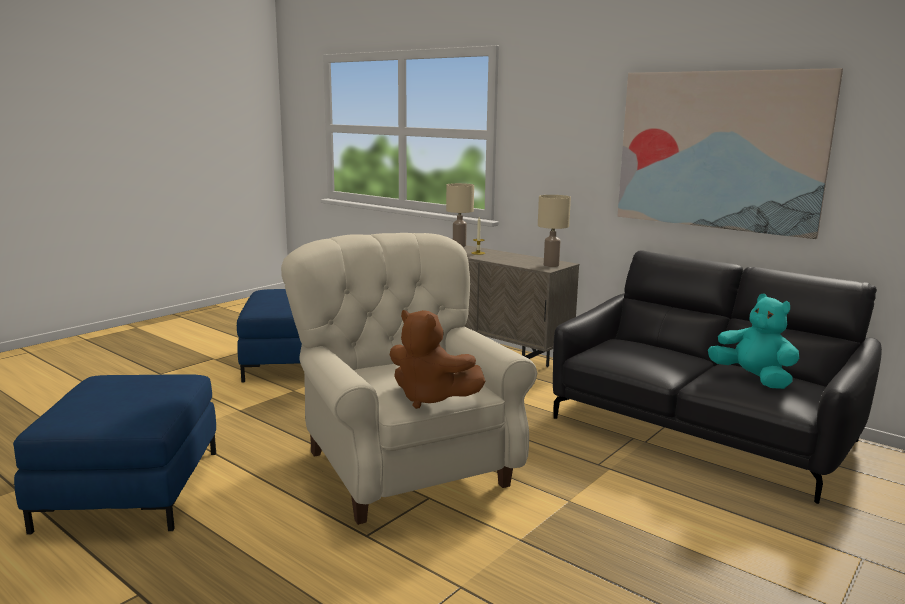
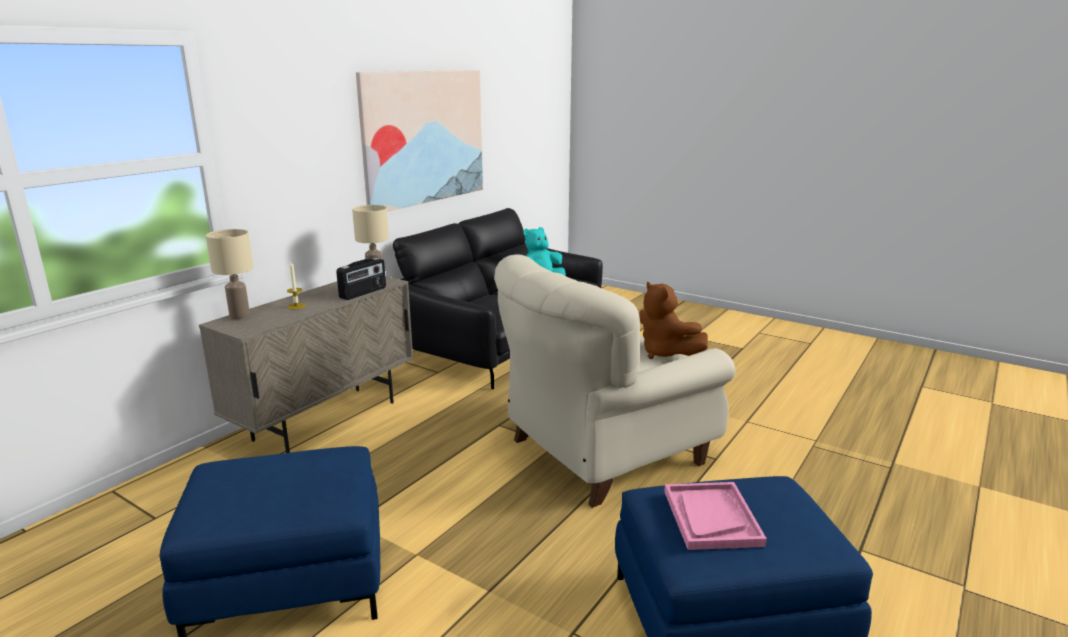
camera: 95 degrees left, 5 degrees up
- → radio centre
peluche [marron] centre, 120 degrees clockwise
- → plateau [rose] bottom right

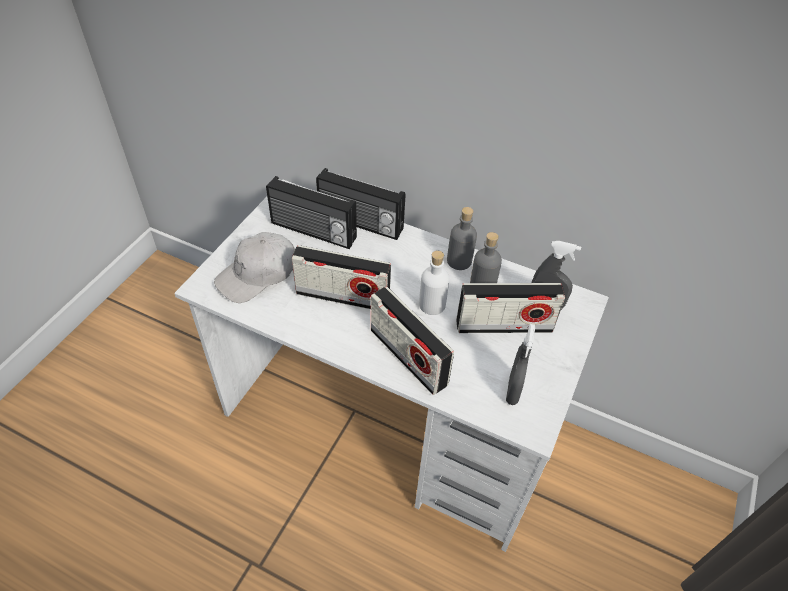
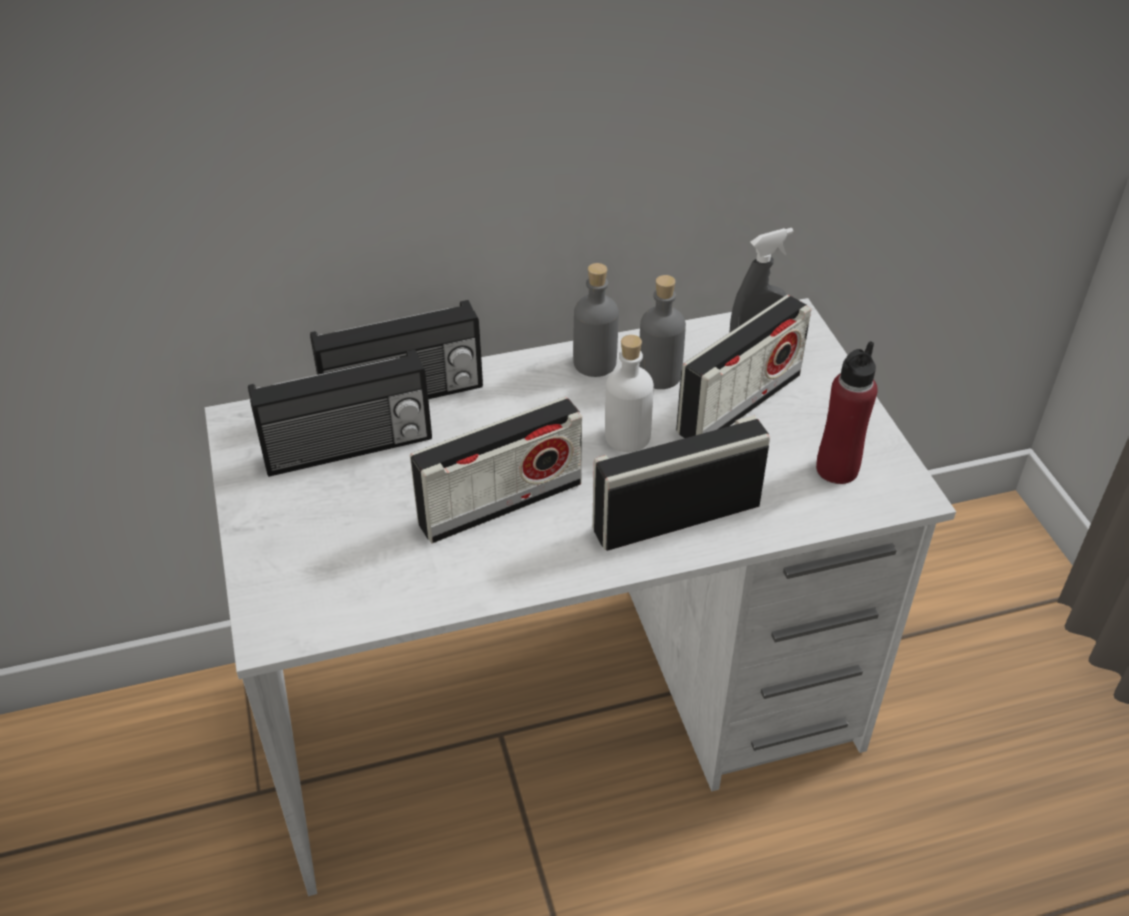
camera: 40 degrees left, 5 degrees down
radio (no. 4 from left) centre, 150 degrees clockwise
vaporisateur [gris] (no. 1 from left) centre → bouteille [rouge] middle right
casquette [blanc] middle left → -

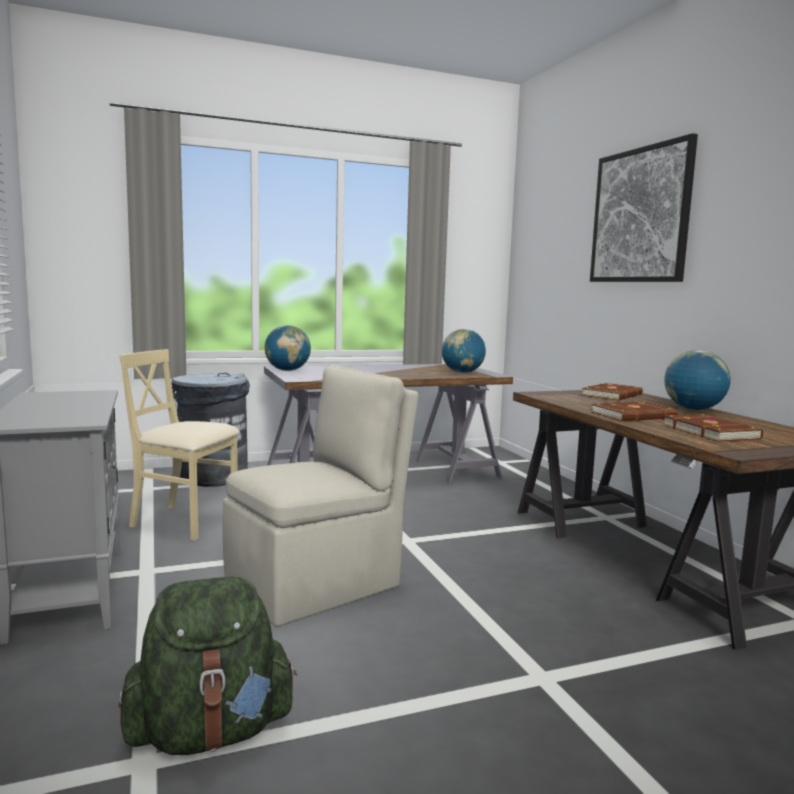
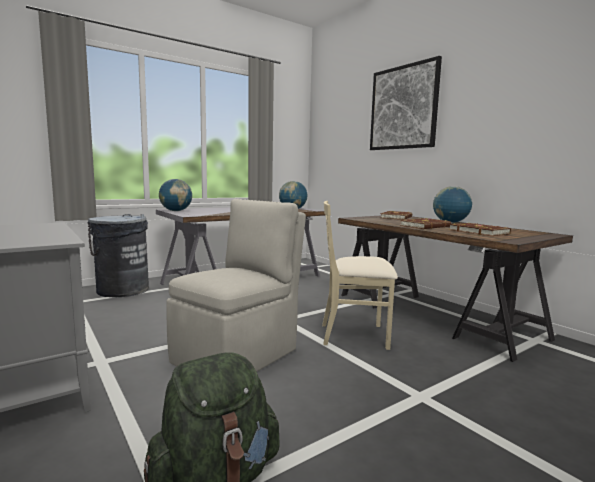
camera: 15 degrees left, 0 degrees up
chaise [beige] (no. 1 from left in the first image) middle left → chaise [beige] (no. 2 from left) centre, shifted

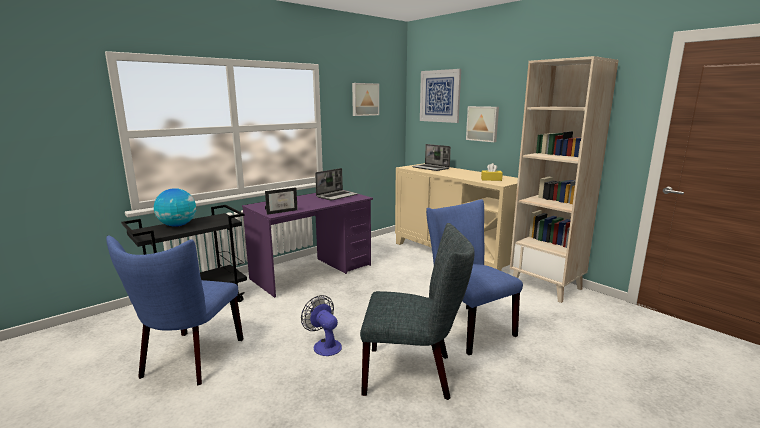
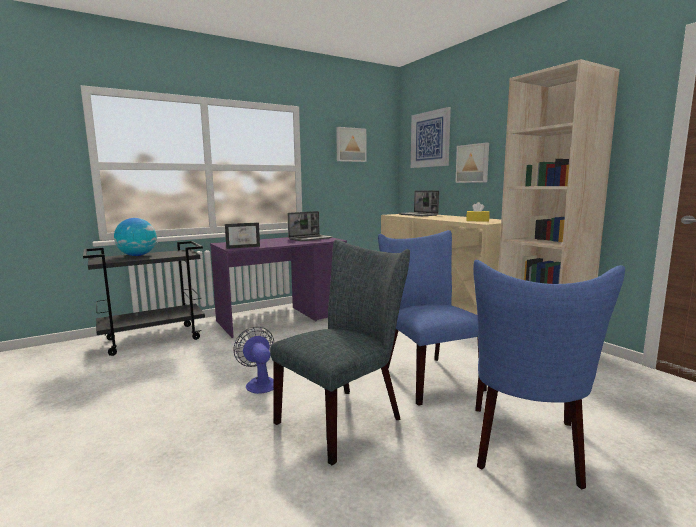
camera: 10 degrees right, 5 degrees down
chaise [gris] bottom centre, 60 degrees counterclockwise
chaise [bleu] (no. 1 from left in the first image) bottom left → chaise [bleu] (no. 2 from left) bottom right, shifted

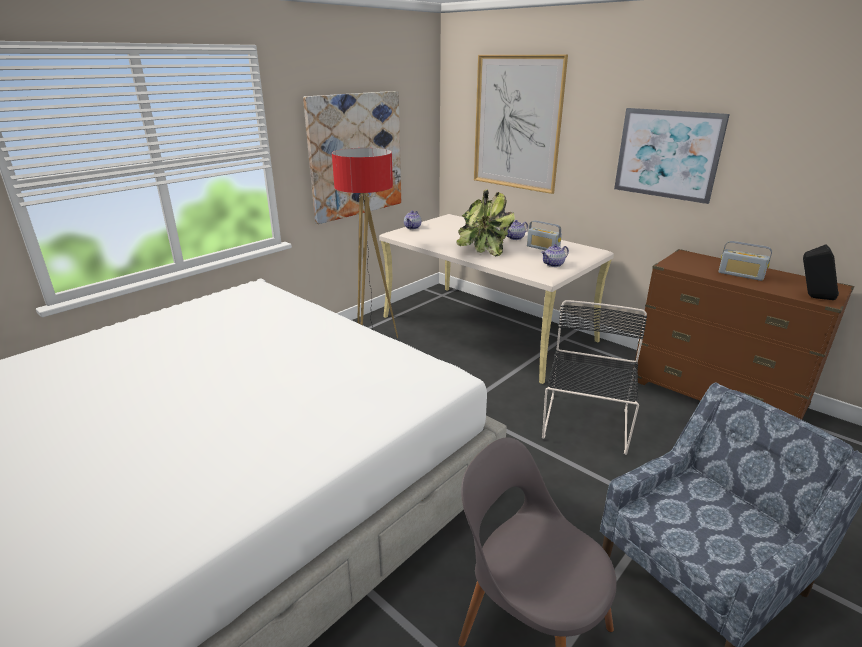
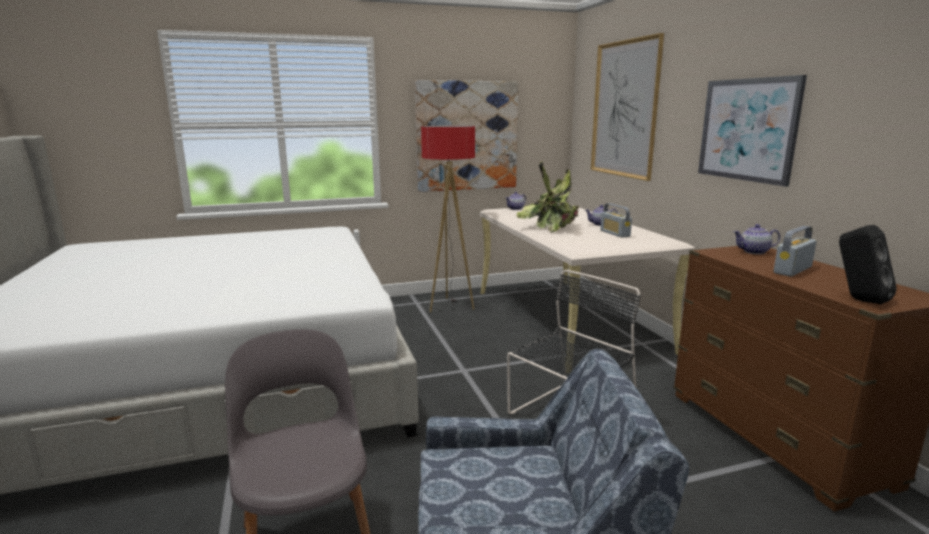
camera: 30 degrees right, 10 degrees down
théière (no. 3 from left) centre → théière (no. 3 from left) middle right, shifted
radio (no. 2 from left) middle right, 75 degrees clockwise

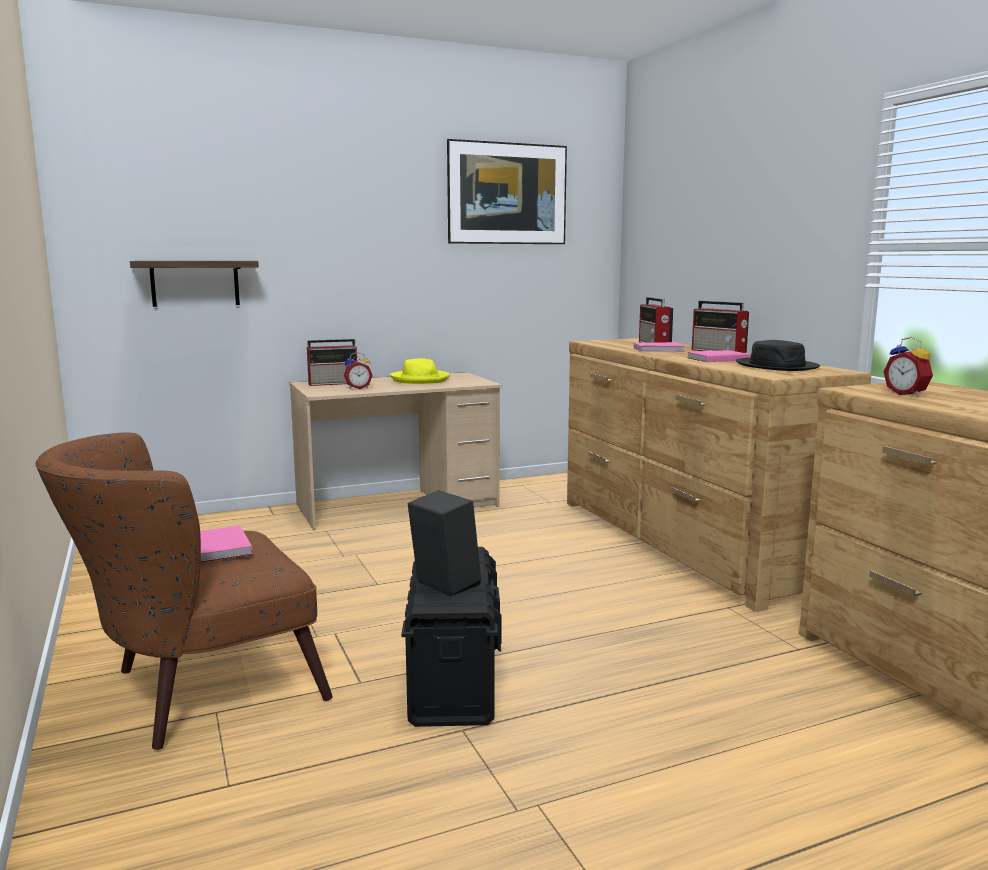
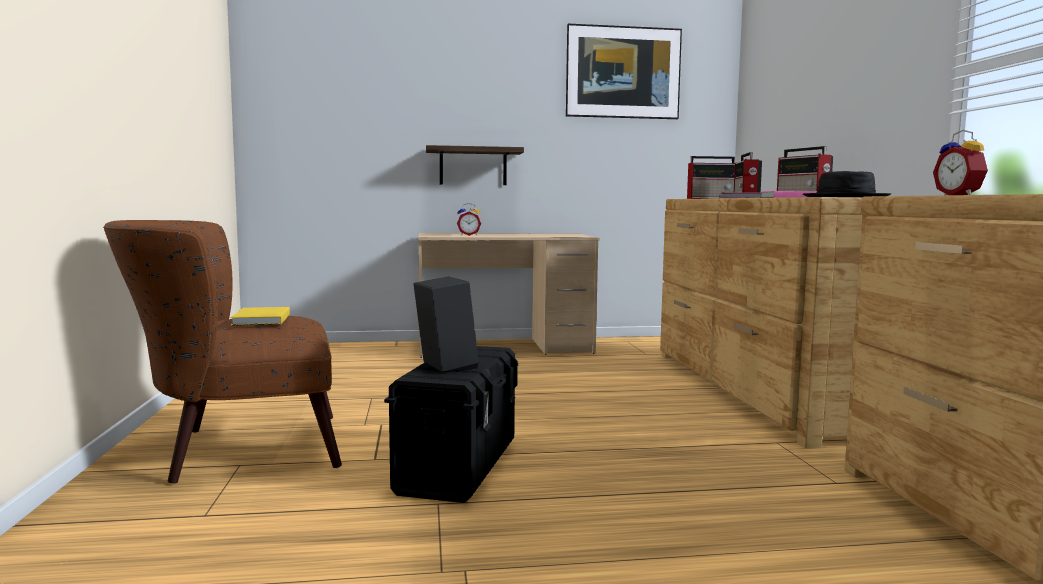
camera: 15 degrees right, 5 degrees down
livre [rose] (no. 1 from left) middle left → livre [jaune] middle left
étagère top left → étagère top centre, shifted
radio (no. 1 from left) centre → radio (no. 1 from left) top right, shifted
chapeau [jaune] centre → -

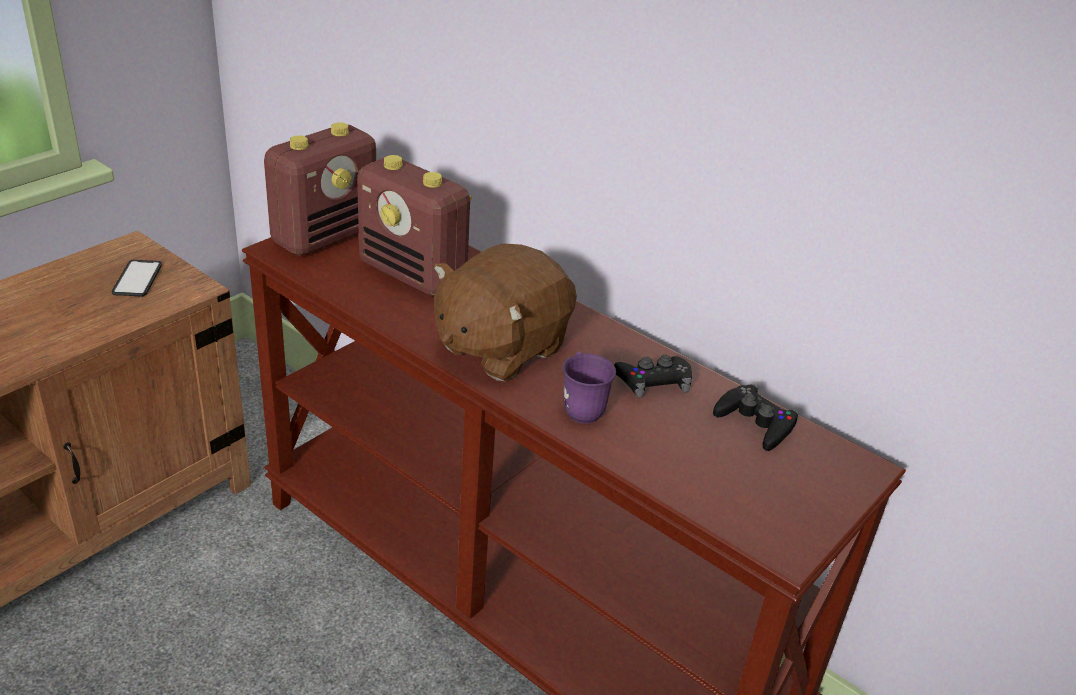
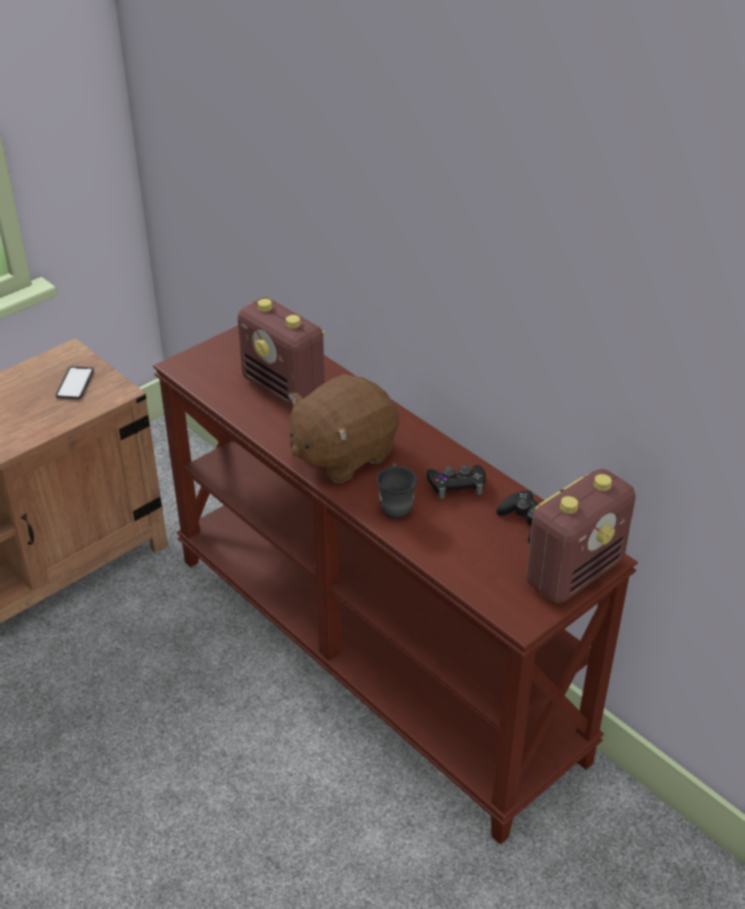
camera: 10 degrees right, 5 degrees up
mug [violet] centre → mug [gris] centre
radio (no. 1 from left in the first image) top left → radio (no. 2 from left) middle right, shifted

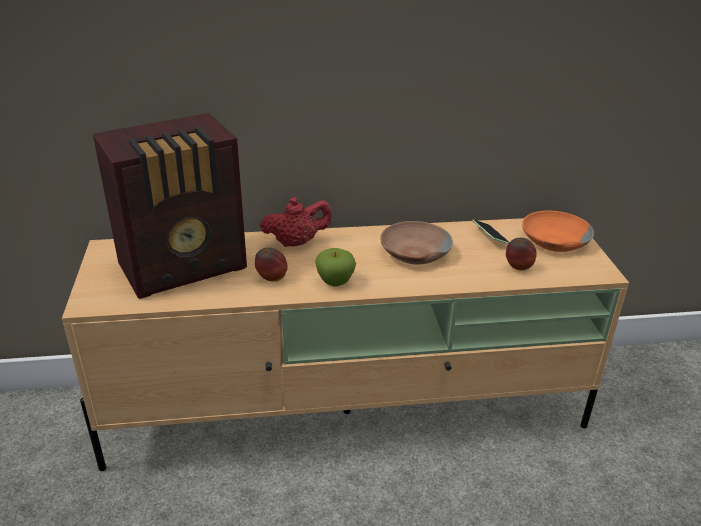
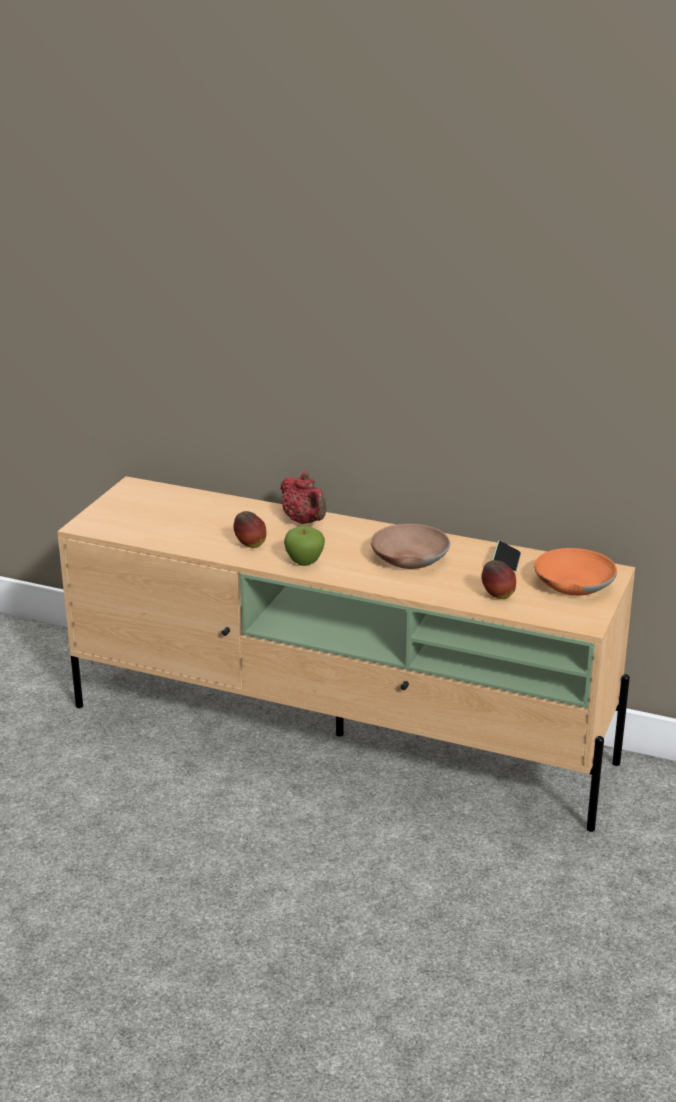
camera: 30 degrees right, 5 degrees down
théière [rouge] centre, 45 degrees clockwise
radio middle left → -

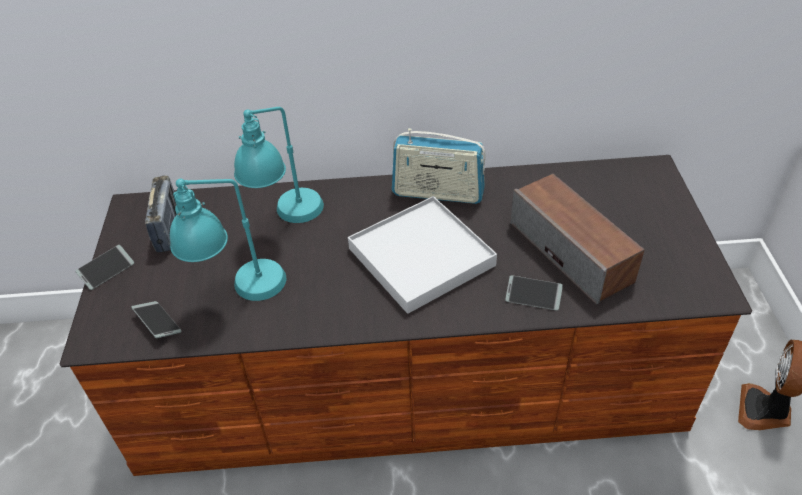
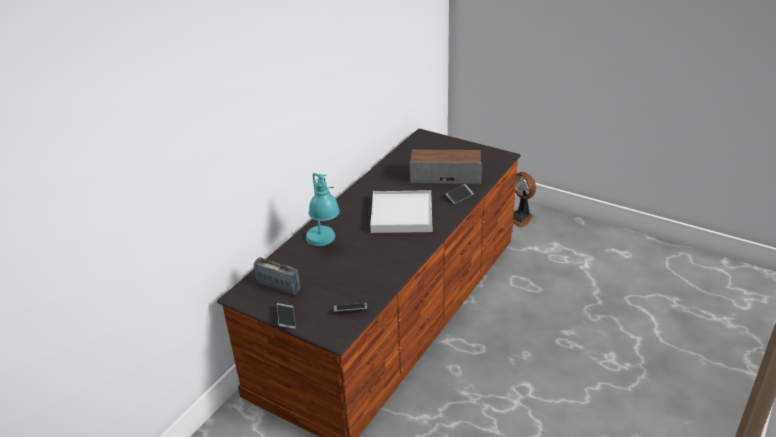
camera: 55 degrees left, 10 degrees down
lampe de table [turquoise] (no. 1 from left) middle left → -
radio (no. 2 from left) centre → -

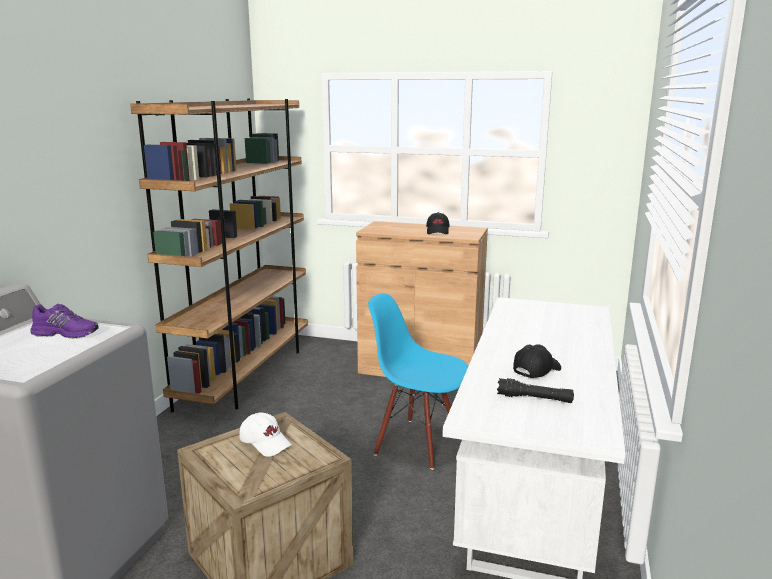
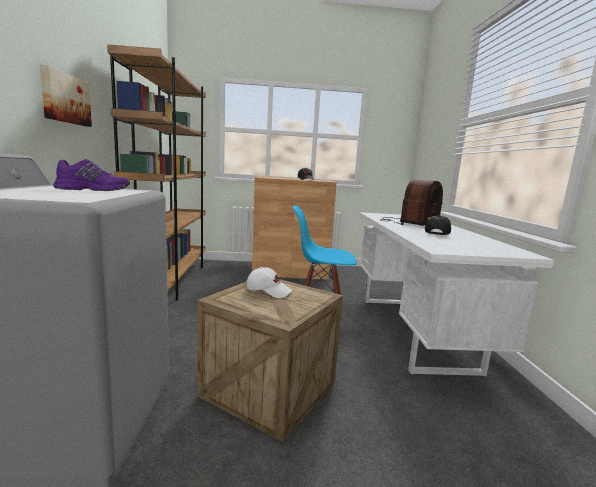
camera: 20 degrees left, 5 degrees down
- → tableau top left
- → radio middle right
lampe de poche [noir] bottom right → -

